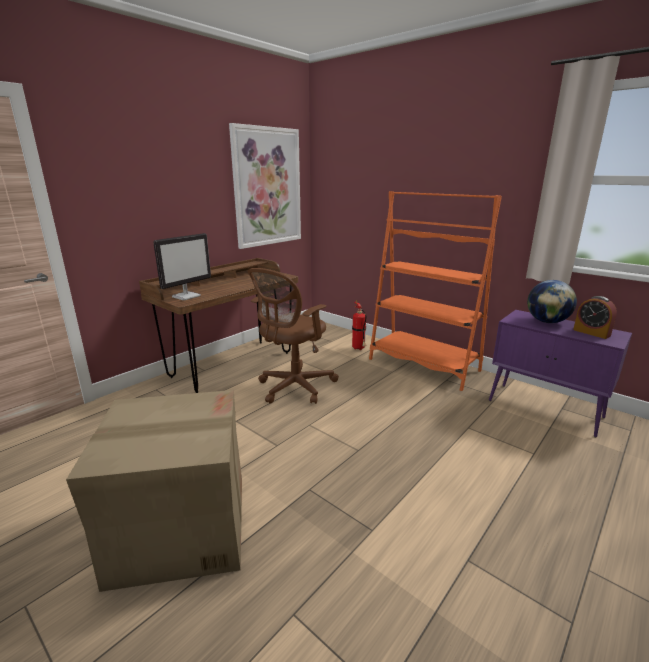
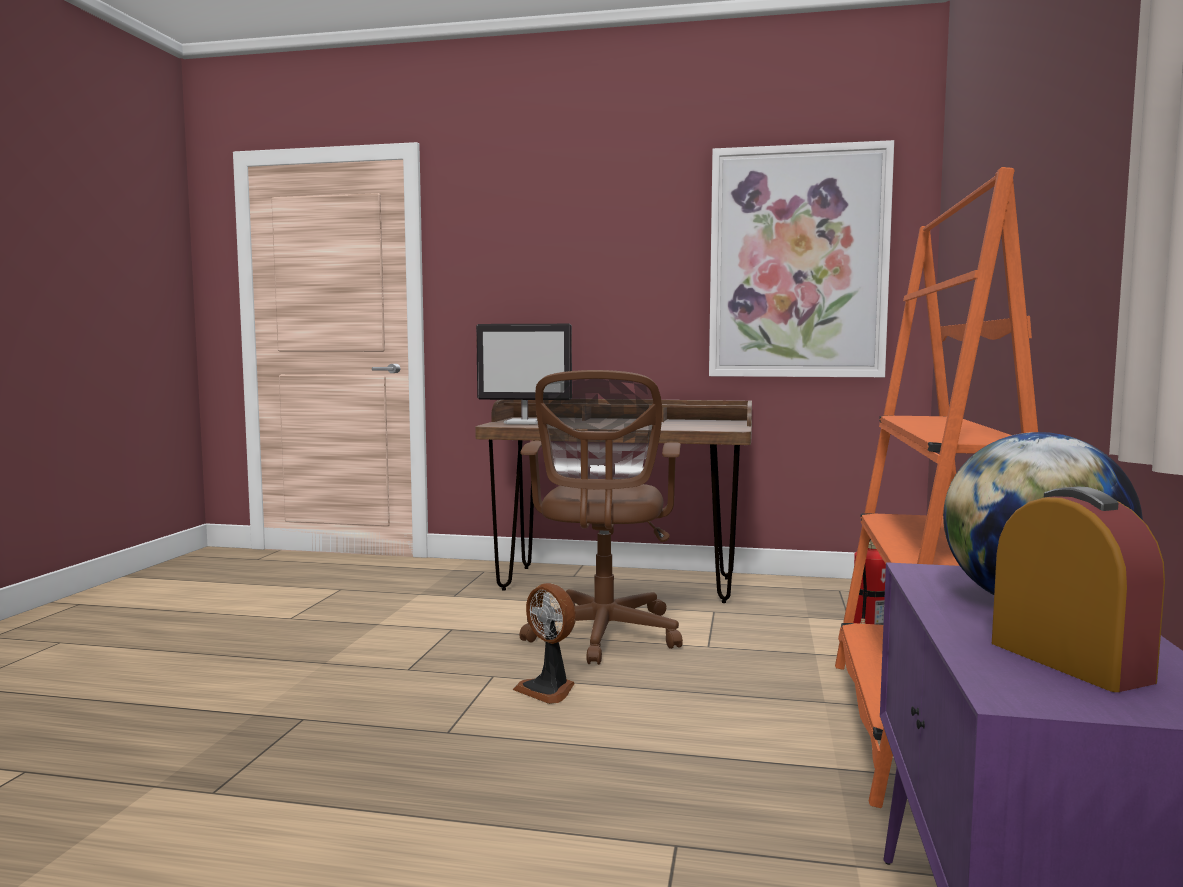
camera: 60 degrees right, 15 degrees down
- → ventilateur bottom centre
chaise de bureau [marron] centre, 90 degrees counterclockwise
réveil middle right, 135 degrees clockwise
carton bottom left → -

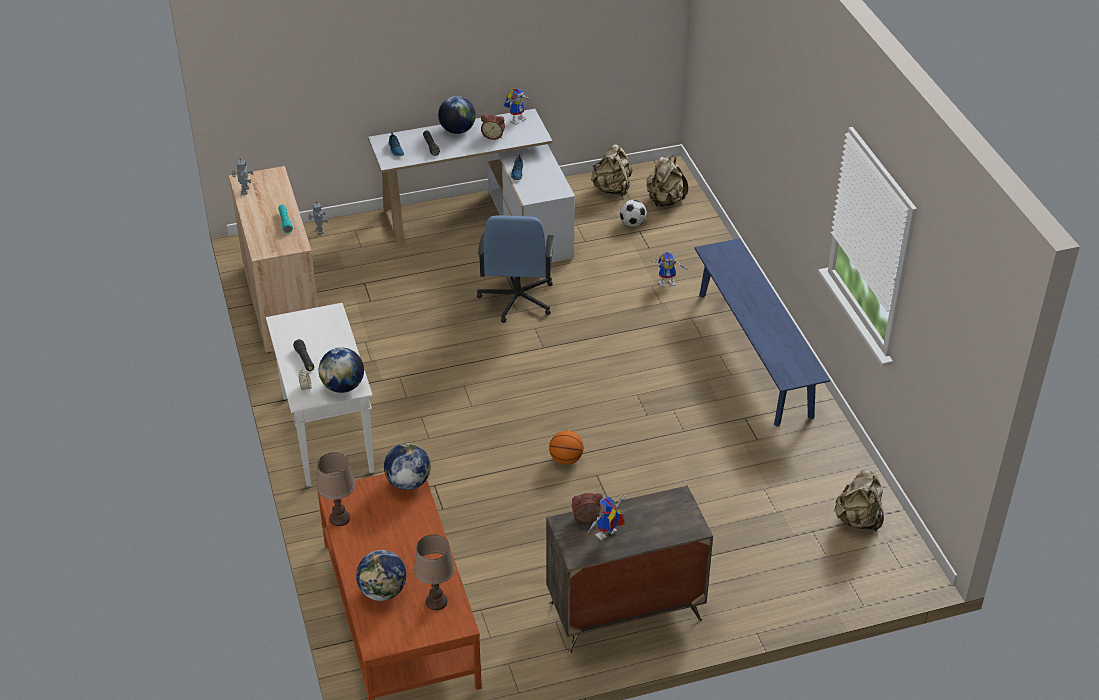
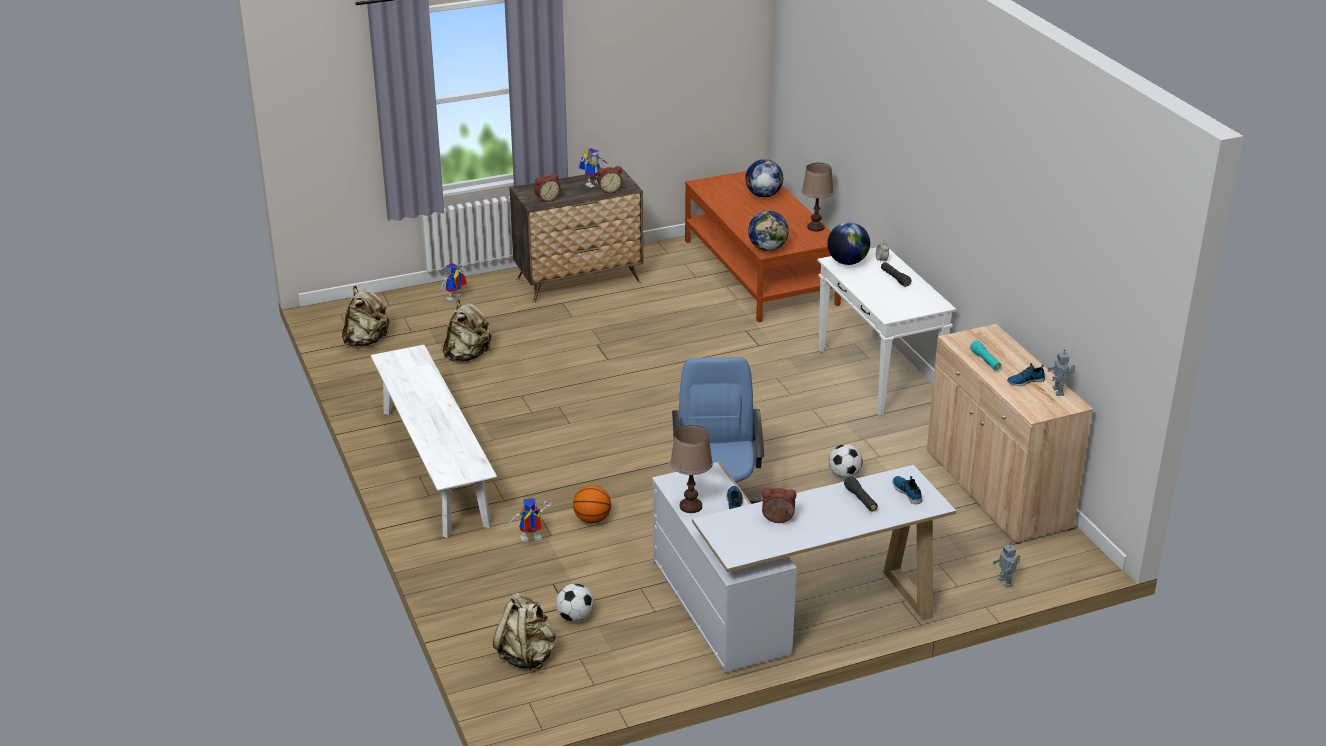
camera: 175 degrees right, 10 degrees down
banc [bleu] middle right → banc [blanc] middle left
robot jouet (no. 3 from left in the first image) top centre → robot jouet (no. 1 from left) centre, shifted
sac à dos [beige] (no. 1 from left in the first image) top centre → sac à dos [beige] (no. 2 from left) centre, shifted
- → réveil (no. 1 from left) top centre
ballon de basket centre → ballon de basket bottom centre, shifted
lampe de table [marron] (no. 2 from left in the first image) bottom centre → lampe de table [marron] (no. 1 from left) centre, shifted
- → ballon de foot (no. 2 from left) centre
- → chaussure (no. 3 from left) middle right
globe (no. 4 from left) top centre → -

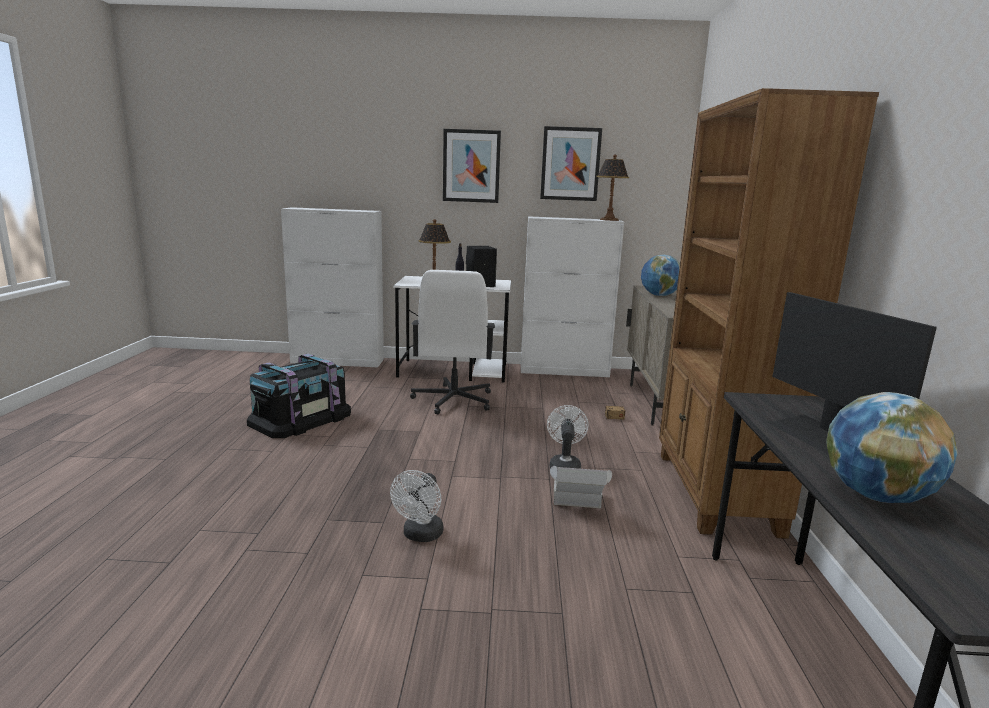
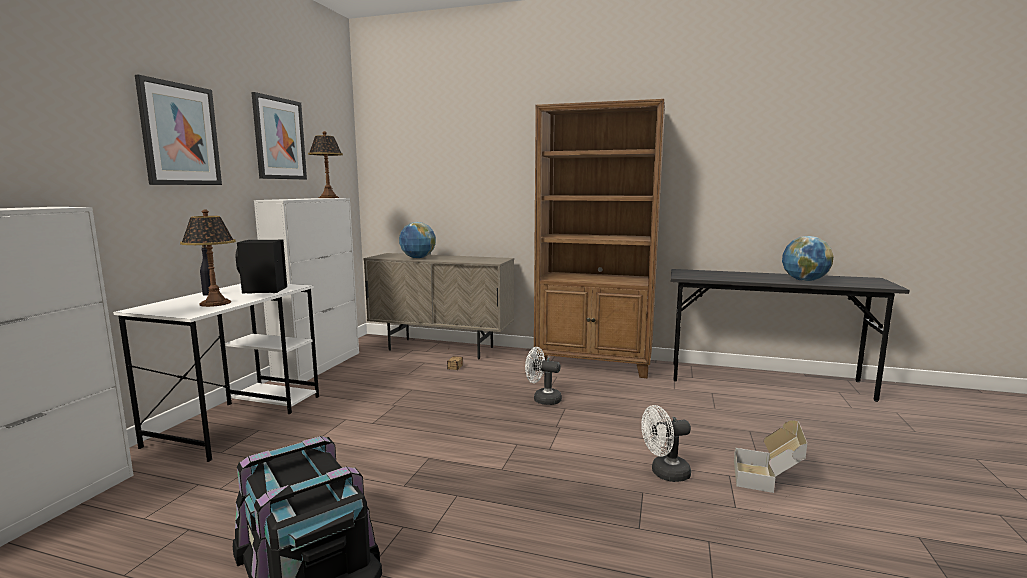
camera: 75 degrees left, 5 degrees down
ventilateur [blanc] (no. 1 from left in the first image) bottom centre → ventilateur [blanc] (no. 2 from left) bottom centre, 135 degrees clockwise
carton bottom centre → carton bottom right, shifted
chaise de bureau [blanc] centre → -
écran d'ordinateur middle right → -

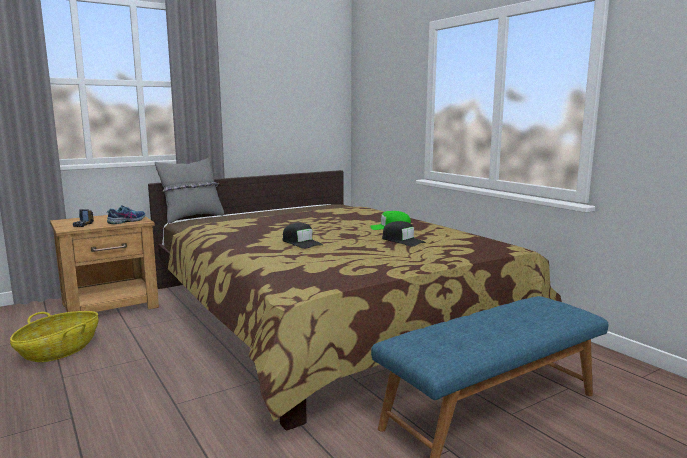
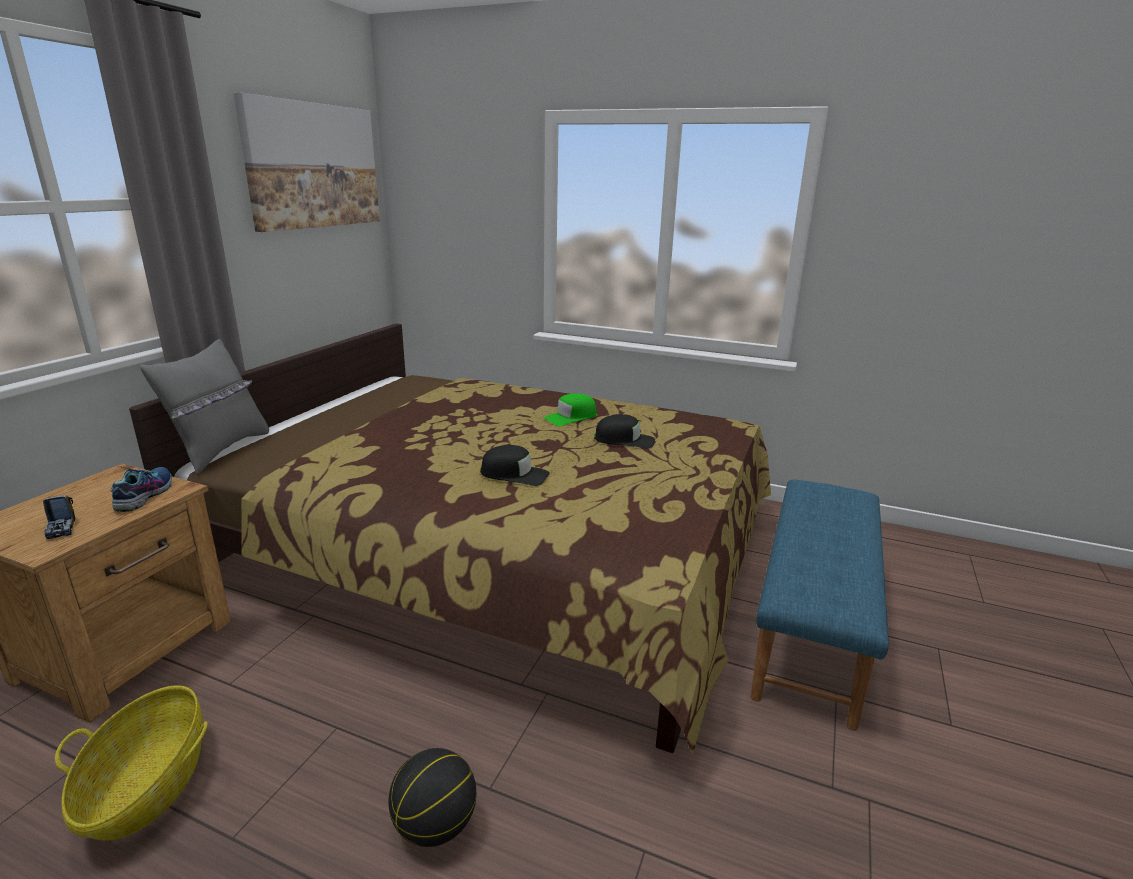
camera: 35 degrees left, 10 degrees up
- → tableau top left
- → ballon de basket bottom centre

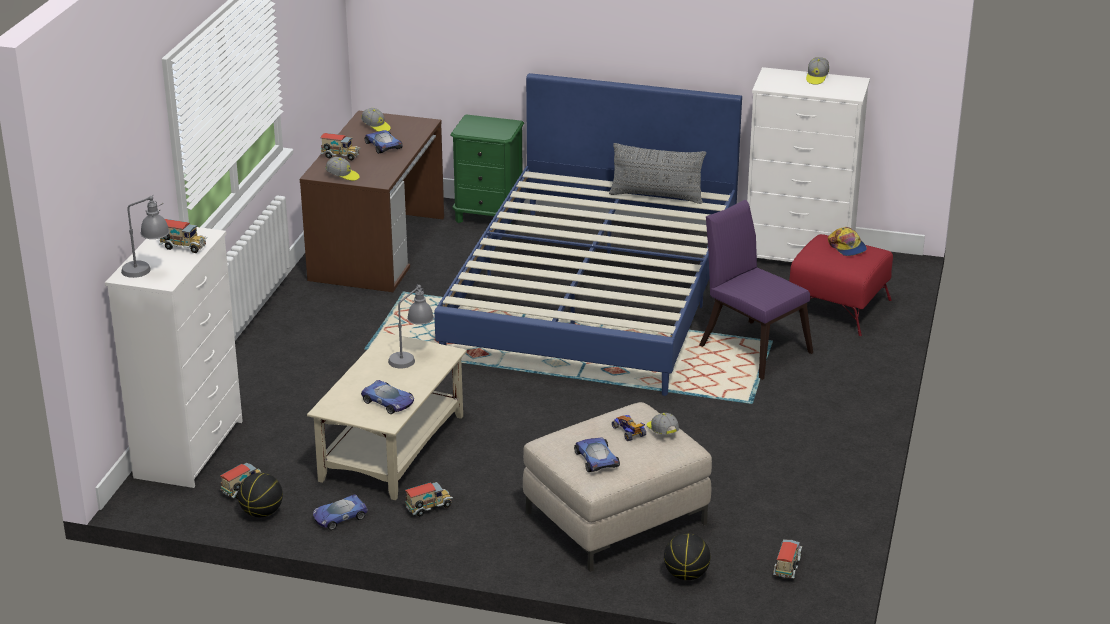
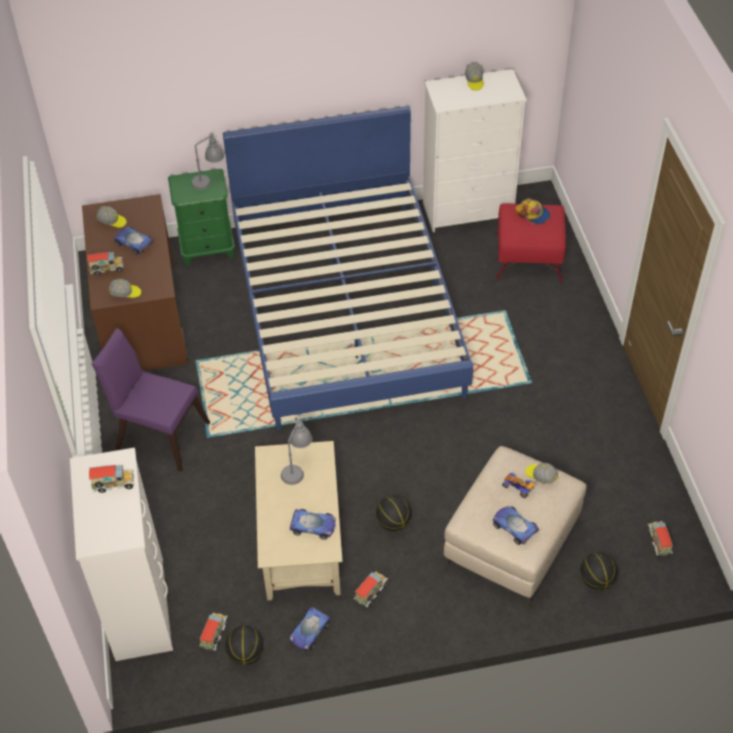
camera: 25 degrees left, 20 degrees up
chaise [violet] middle right → chaise [violet] middle left, shifted
lampe de table [gris] (no. 1 from left) middle left → lampe de table [gris] (no. 1 from left) top left, shifted
- → ballon de basket (no. 2 from left) bottom centre
coussin [gris] top centre → -

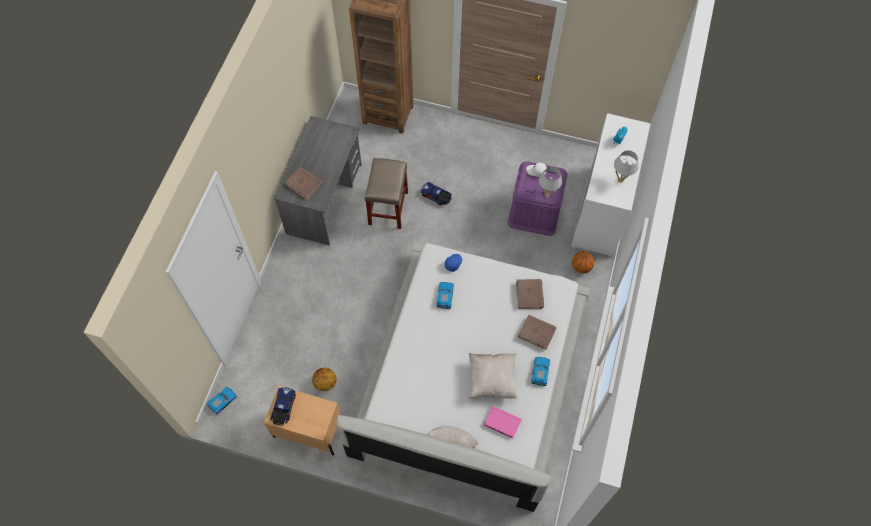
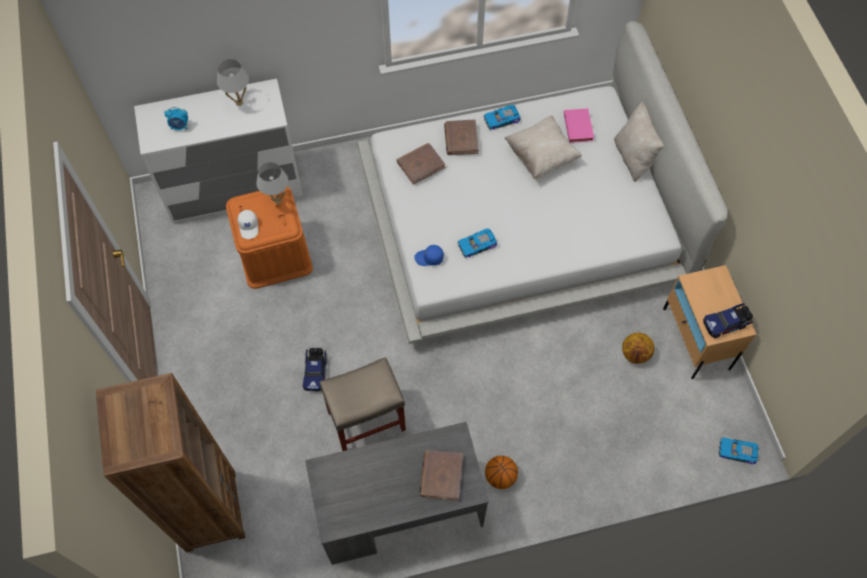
camera: 120 degrees left, 0 degrees up
boîte de rangement [violet] centre → boîte de rangement [orange] middle left
ballon de basket (no. 2 from left in the first image) middle right → ballon de basket (no. 1 from left) bottom centre, shifted

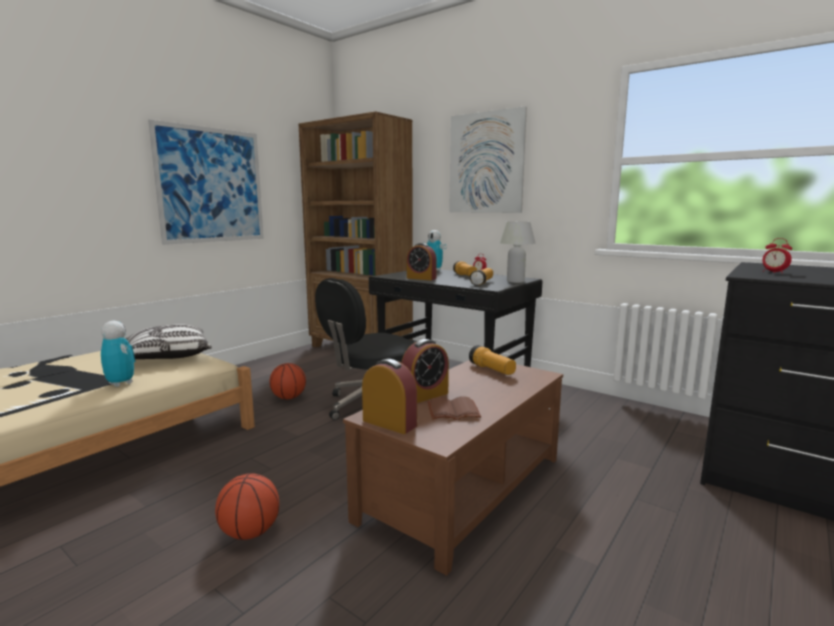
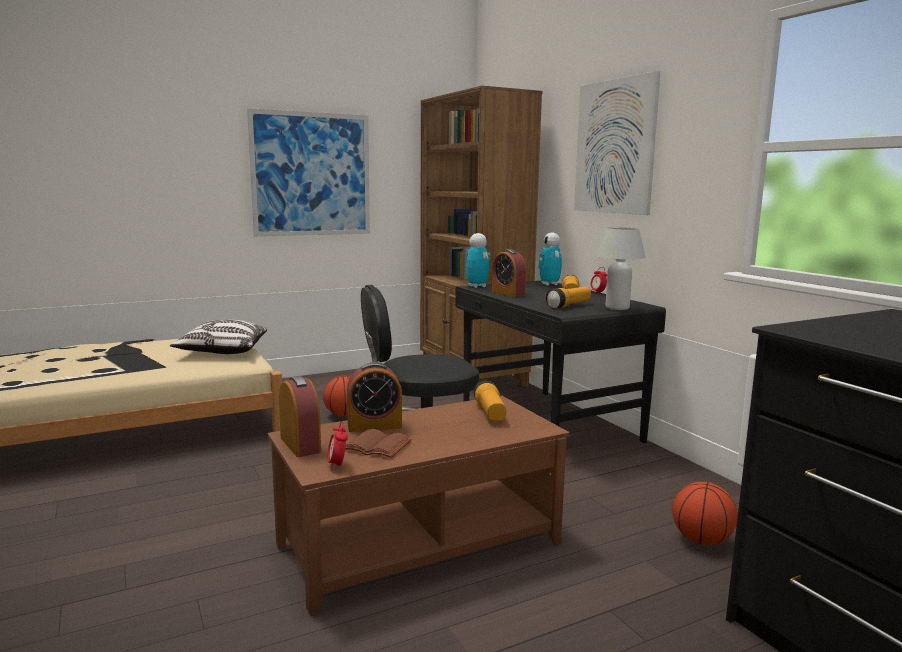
camera: 25 degrees right, 0 degrees up
réveil (no. 5 from left in the first image) middle right → réveil (no. 2 from left) bottom centre, shifted
robot jouet (no. 1 from left) middle left → robot jouet (no. 1 from left) centre, shifted
ballon de basket (no. 1 from left in the first image) bottom left → ballon de basket (no. 2 from left) bottom right, shifted

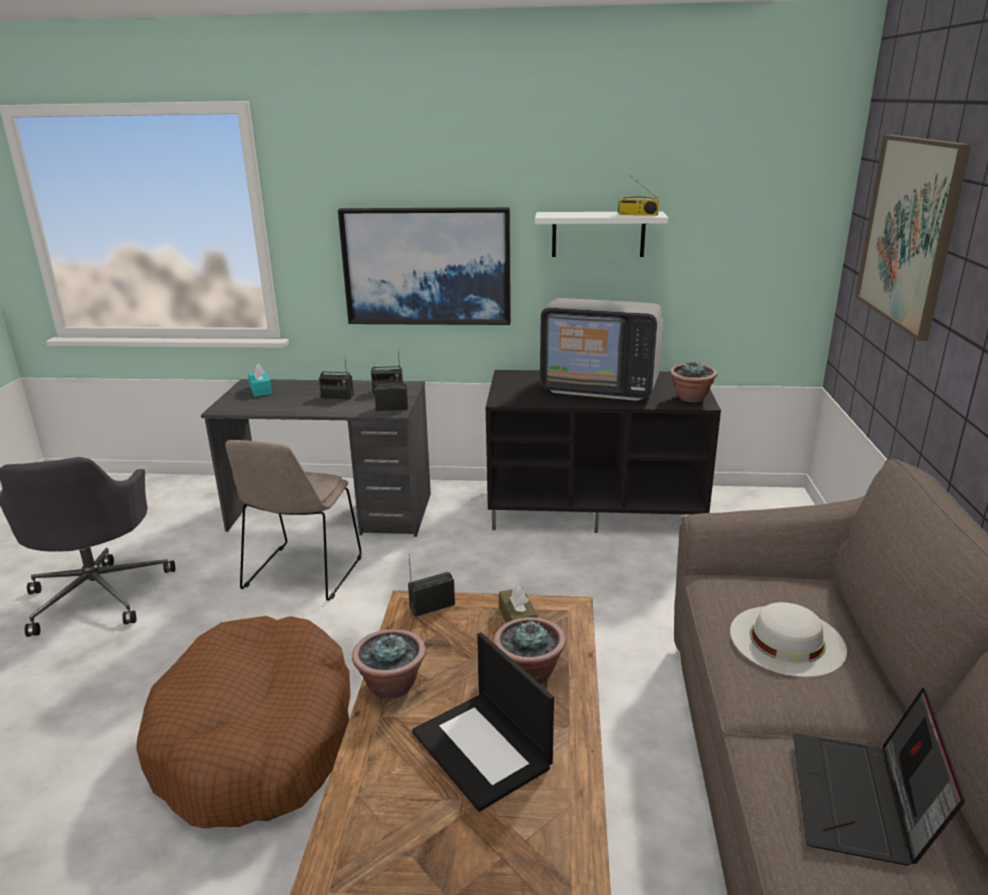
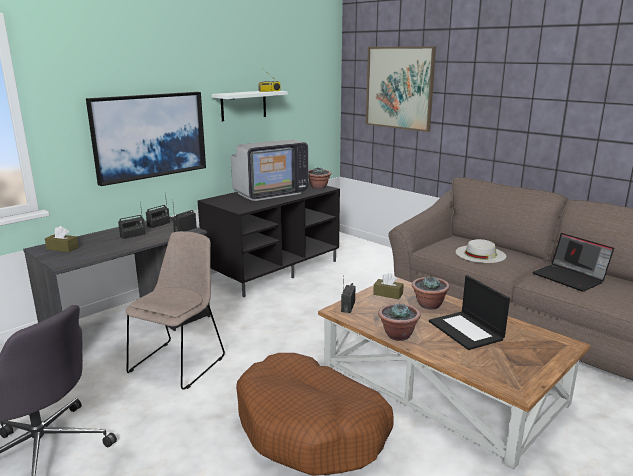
camera: 50 degrees left, 5 degrees down
boîte à mouchoirs [turquoise] middle left → boîte à mouchoirs [marron] (no. 1 from left) middle left
chaise [beige] middle left, 120 degrees counterclockwise
ordinateur portable (no. 1 from left) bottom centre → ordinateur portable (no. 1 from left) middle right, 60 degrees clockwise

